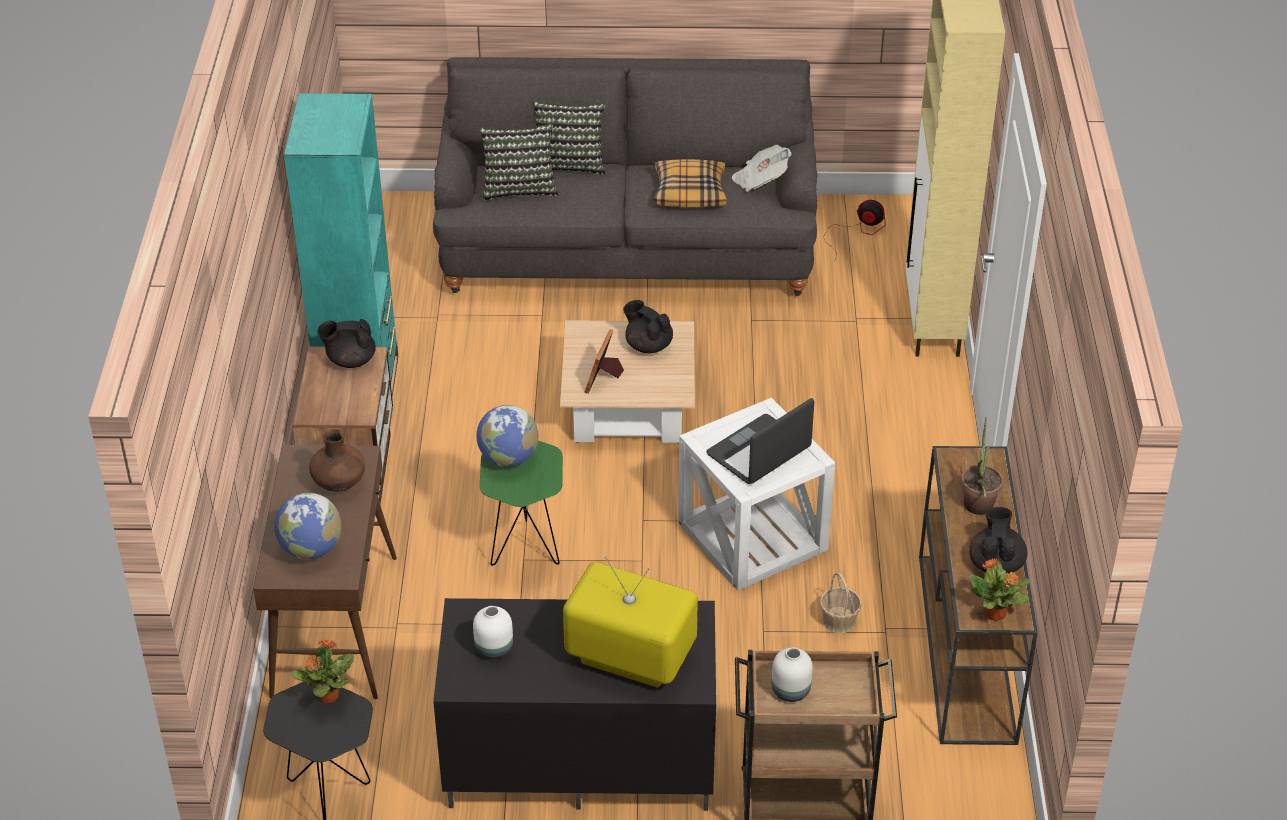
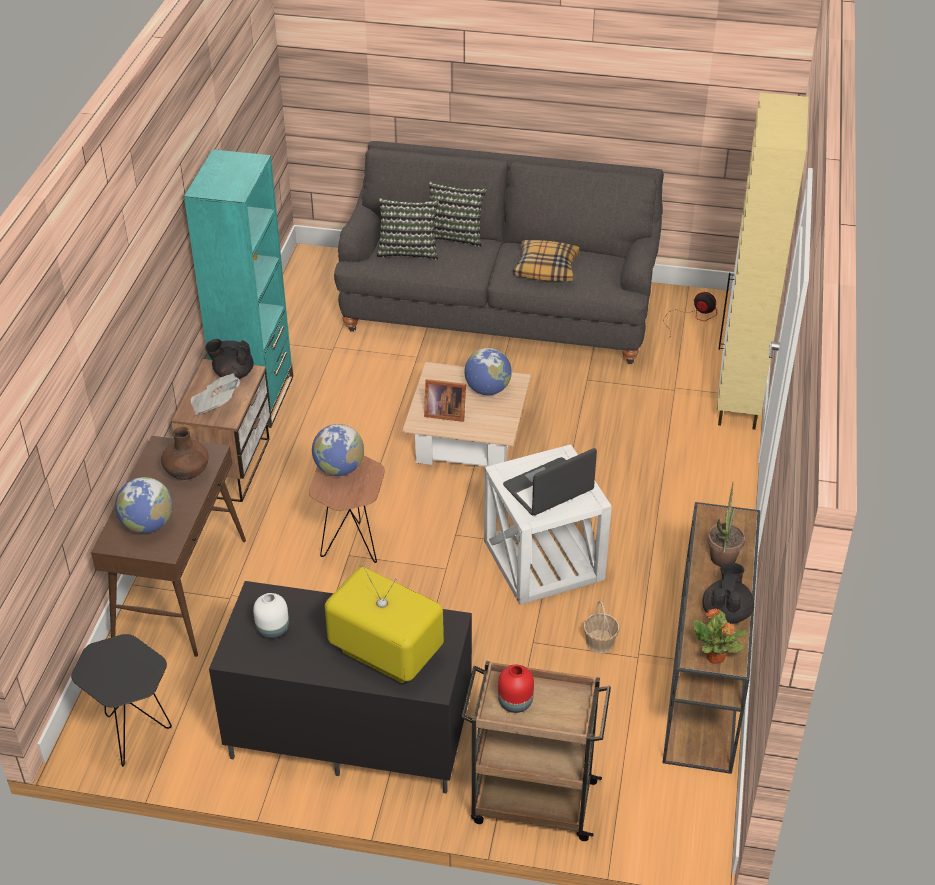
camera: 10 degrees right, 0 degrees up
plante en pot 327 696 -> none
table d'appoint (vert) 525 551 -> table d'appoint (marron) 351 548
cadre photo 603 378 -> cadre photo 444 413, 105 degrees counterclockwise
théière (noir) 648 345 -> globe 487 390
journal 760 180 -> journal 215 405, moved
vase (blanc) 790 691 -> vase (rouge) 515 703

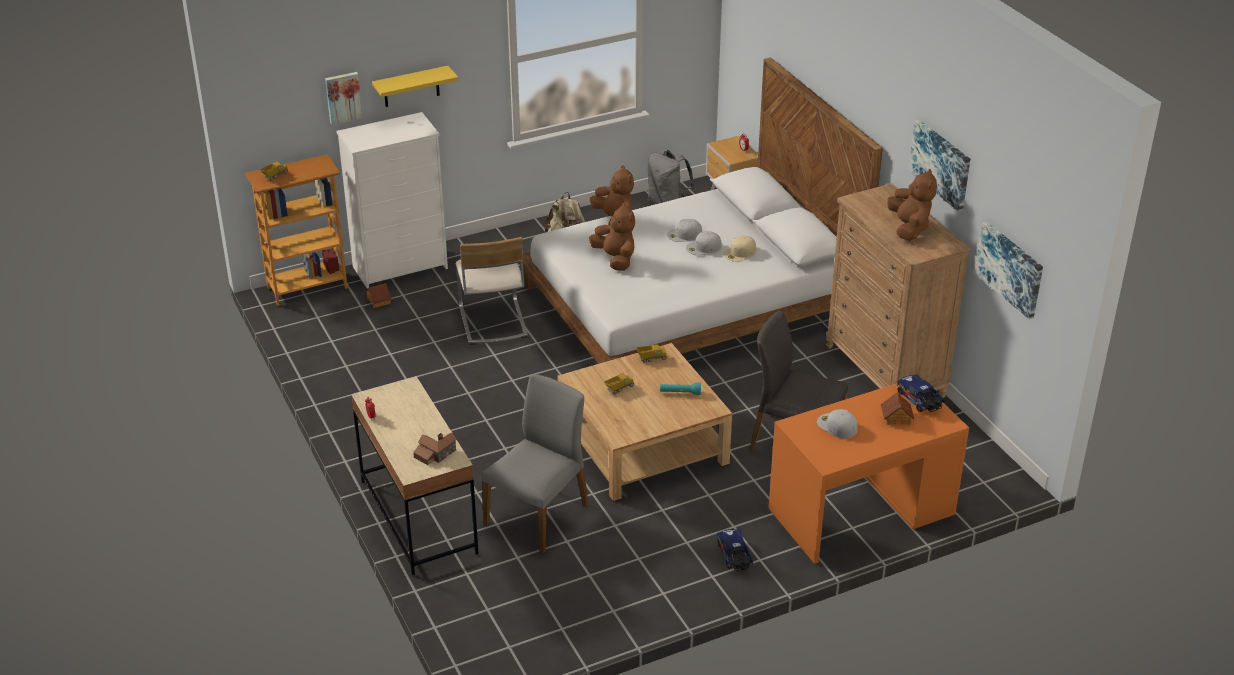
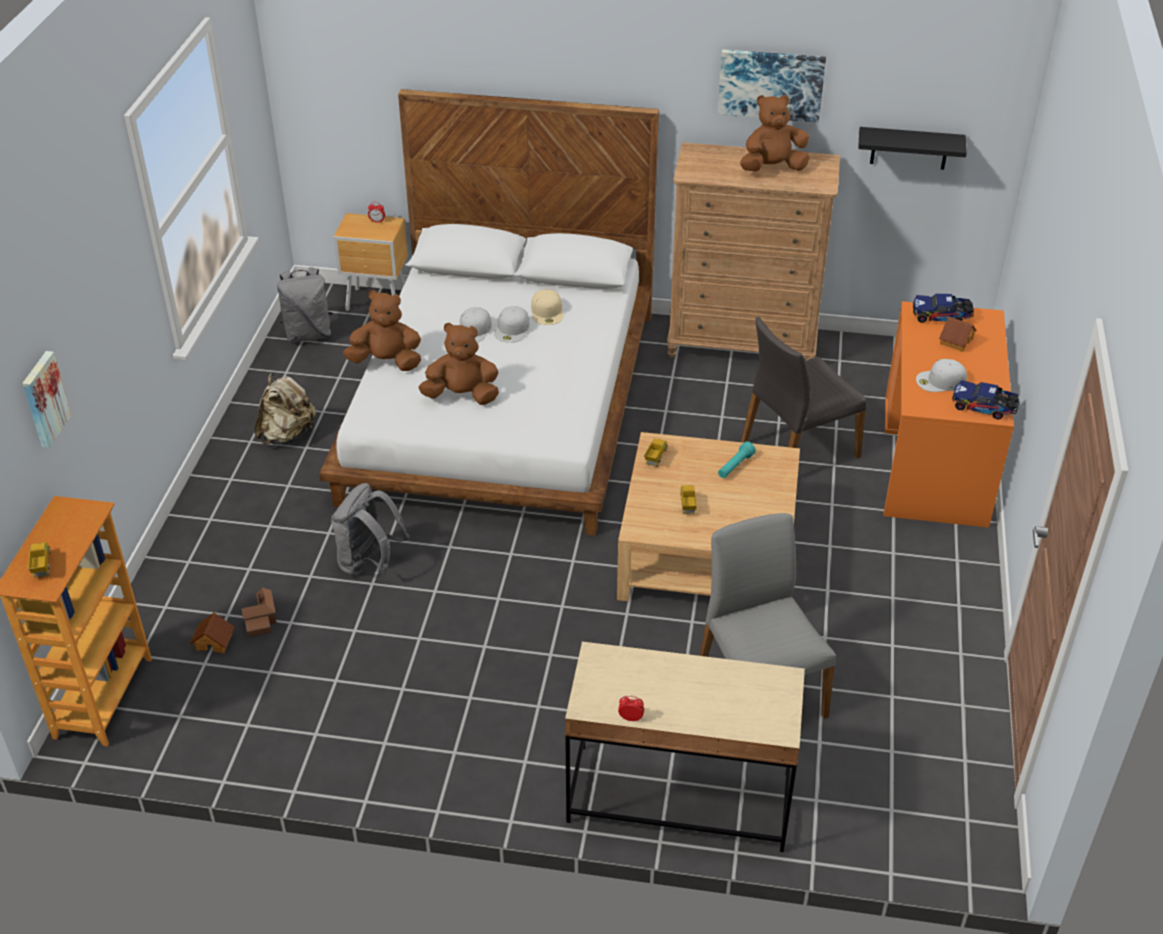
camera: 55 degrees left, 5 degrees up
commode (blanc) 401 267 -> none
étagère (jaune) 411 87 -> none
maison miniature 435 454 -> maison miniature 261 619, moved
chaise (beige) 492 321 -> sac à dos (gris) 369 563
camion jouet 734 557 -> camion jouet 984 408, moved
peluche (marron) 909 228 -> peluche (marron) 772 168, 45 degrees counterclockwise
tableau 1010 269 -> étagère (noir) 909 148

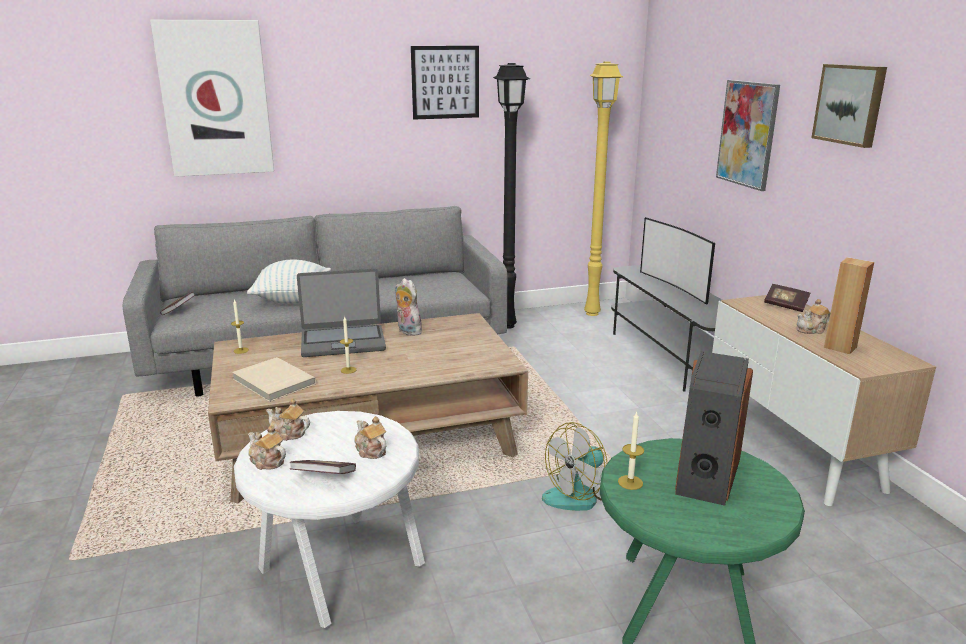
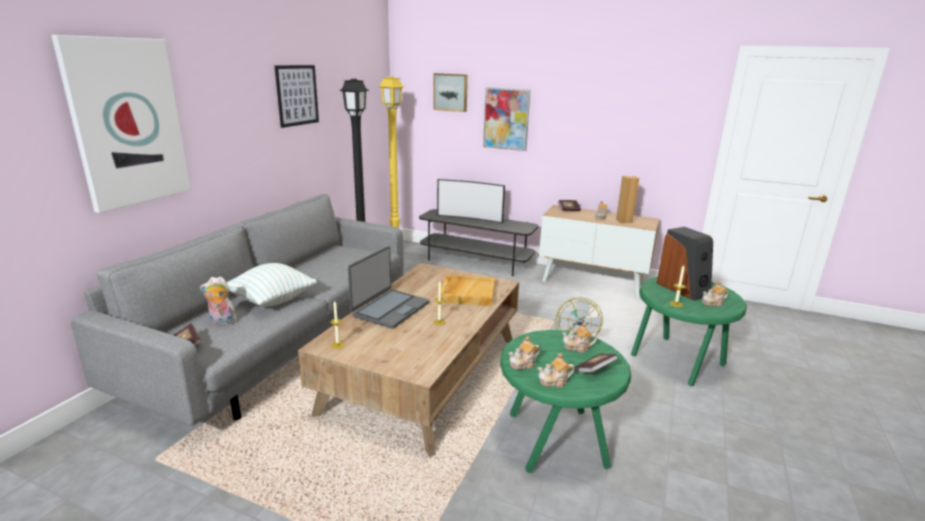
camera: 50 degrees left, 0 degrees up
livre (beige) 273 382 -> none
table d'appoint (blanc) 338 569 -> table d'appoint (vert) 556 441
peluche 407 331 -> peluche 222 322, moved
tableau 850 104 -> tableau 451 92, moved
none -> plateau (beige) 467 292
none -> théière 713 303

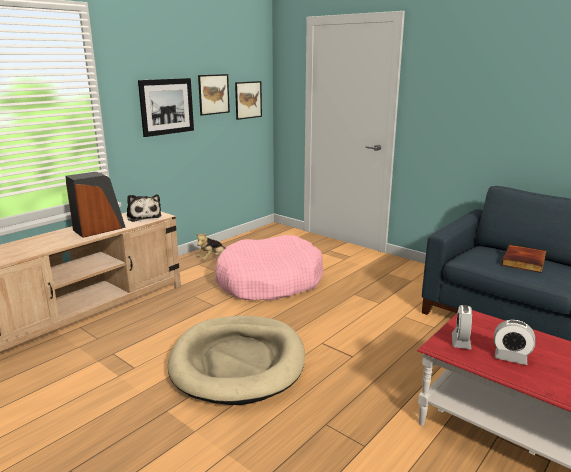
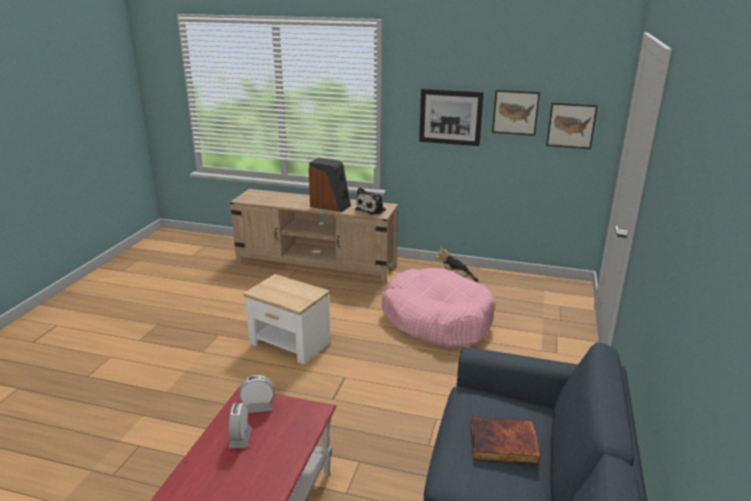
camera: 65 degrees right, 5 degrees up
panier pour chien (beige) 238 362 -> table d'appoint 289 344

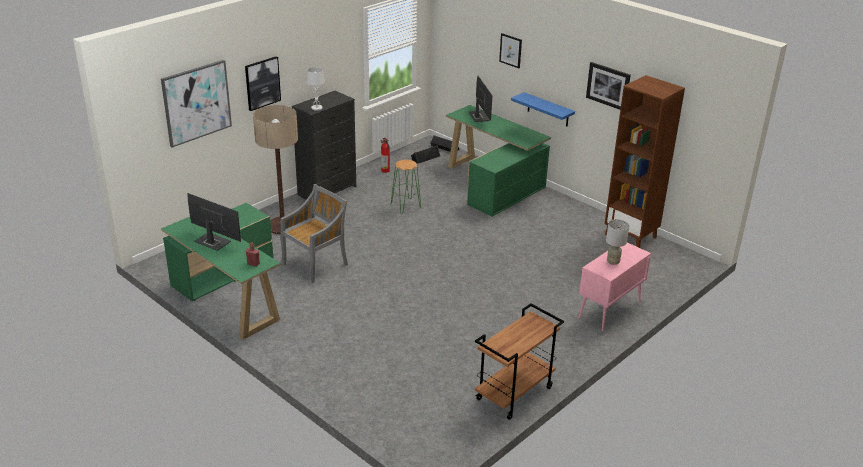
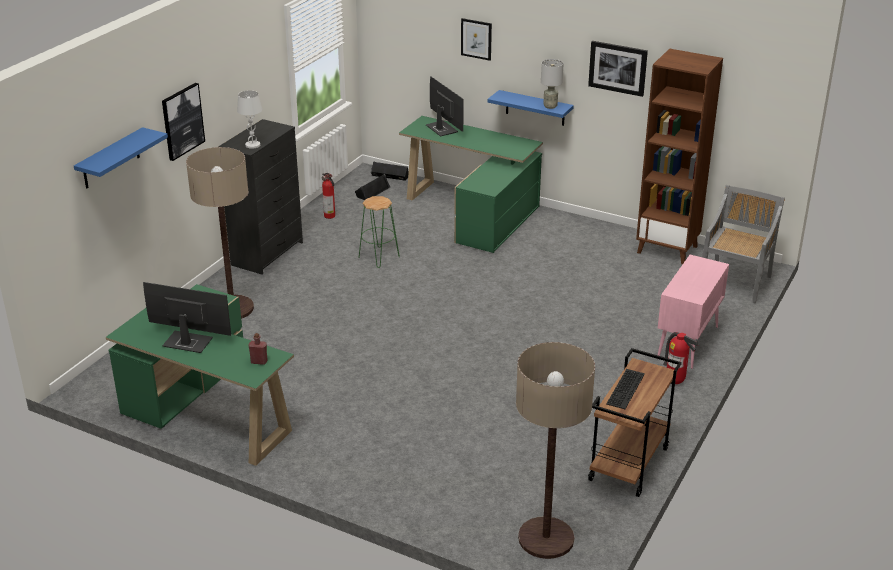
camera: 15 degrees left, 0 degrees up
tableau 196 102 -> étagère (bleu) 111 159
chaise (gris) 316 264 -> chaise (gris) 735 282, moved
lampe de table (gris) 613 261 -> lampe de table (gris) 550 106, moved
none -> lampadaire 546 538
none -> clavier 626 389
none -> extincteur 675 382

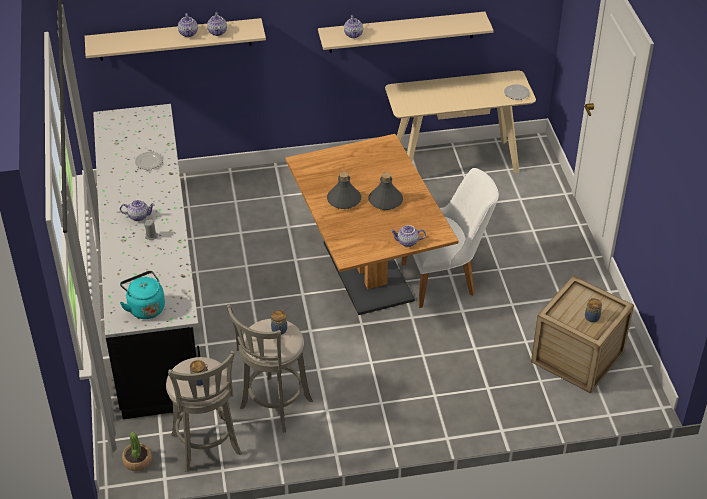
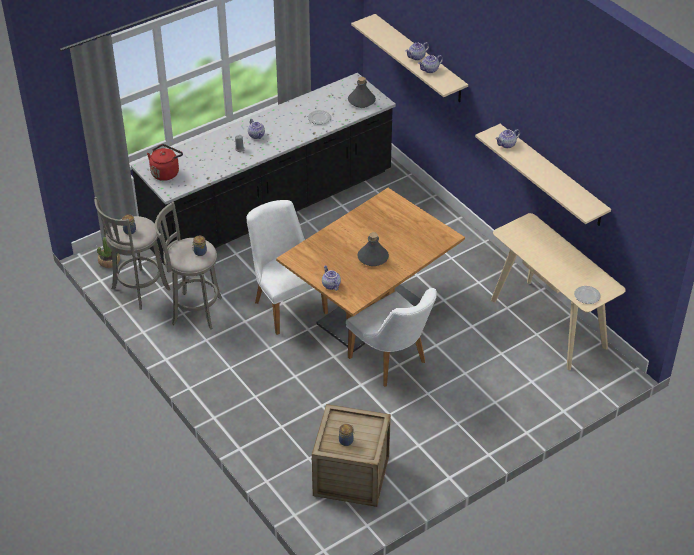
camera: 65 degrees right, 0 degrees up
bouilloire (turquoise) 145 307 -> bouilloire (rouge) 166 172
bouteille (gris) 344 200 -> bouteille (gris) 361 101, moved
none -> chaise (blanc) 286 303

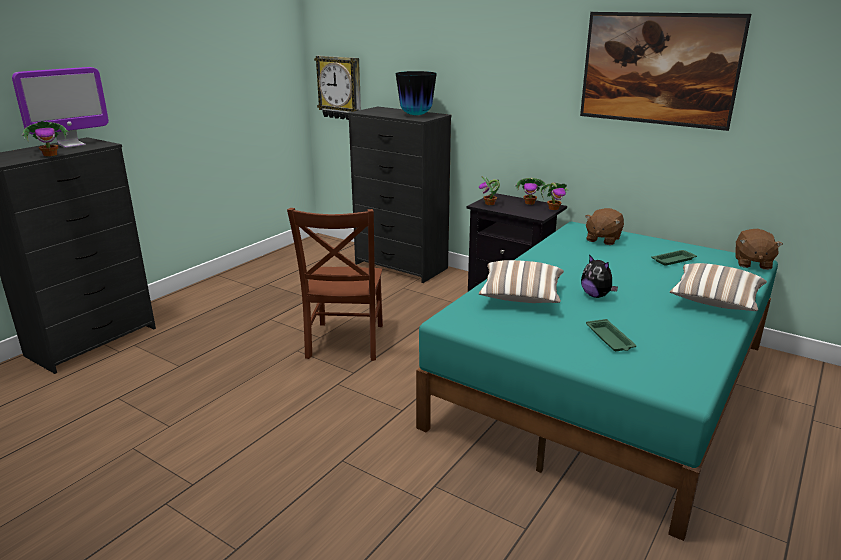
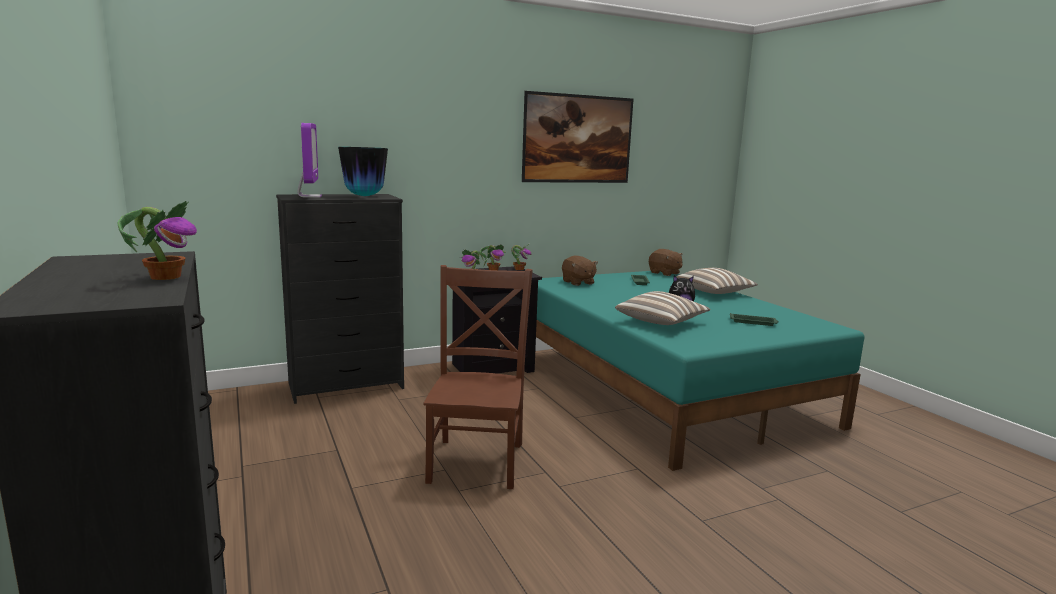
camera: 60 degrees left, 10 degrees down
écran d'ordinateur 71 145 -> écran d'ordinateur 310 196, moved
chaise (marron) 345 343 -> chaise (marron) 477 460, 120 degrees counterclockwise
horloge murale 340 88 -> none

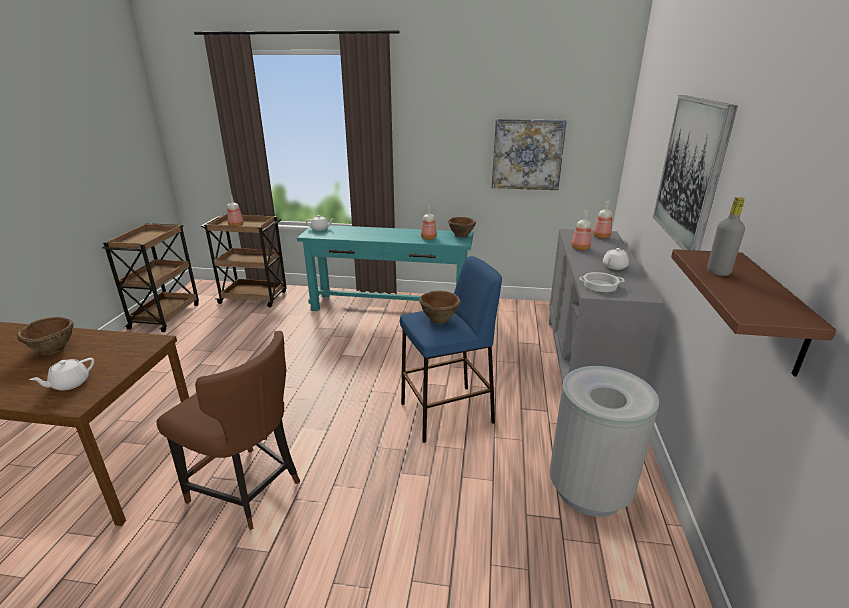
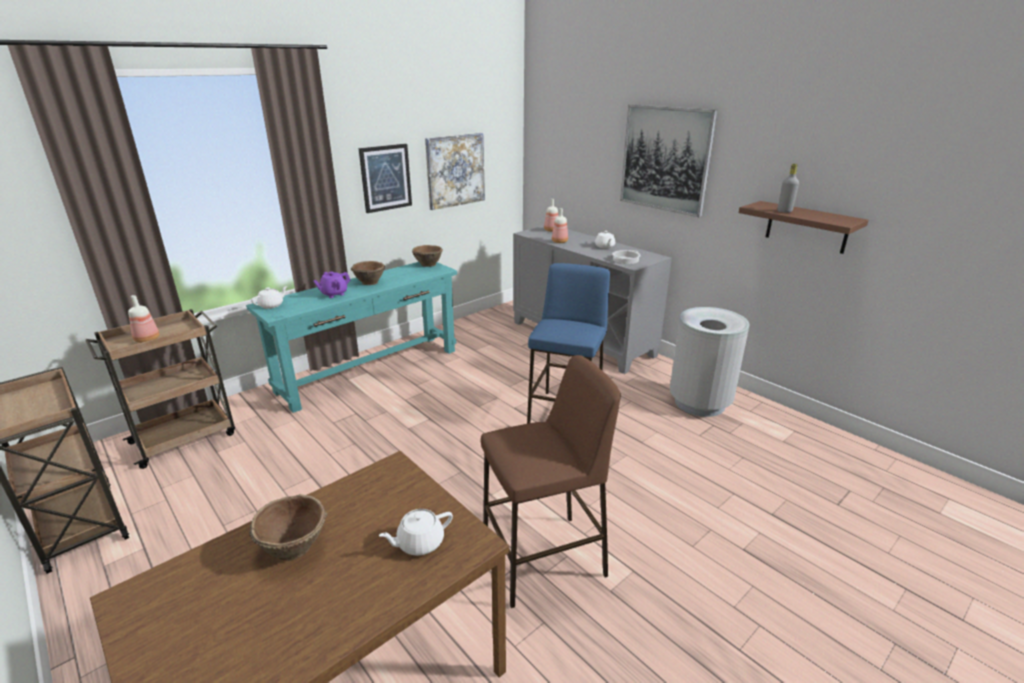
camera: 50 degrees left, 0 degrees up
théière (blanc) 69 384 -> théière (blanc) 419 543, 75 degrees clockwise
chaise (marron) 248 490 -> tabouret (marron) 544 558
bol (marron) 439 318 -> bol (marron) 369 282, moved
bouteille 428 238 -> none
none -> théière (violet) 334 294
none -> tableau 385 178

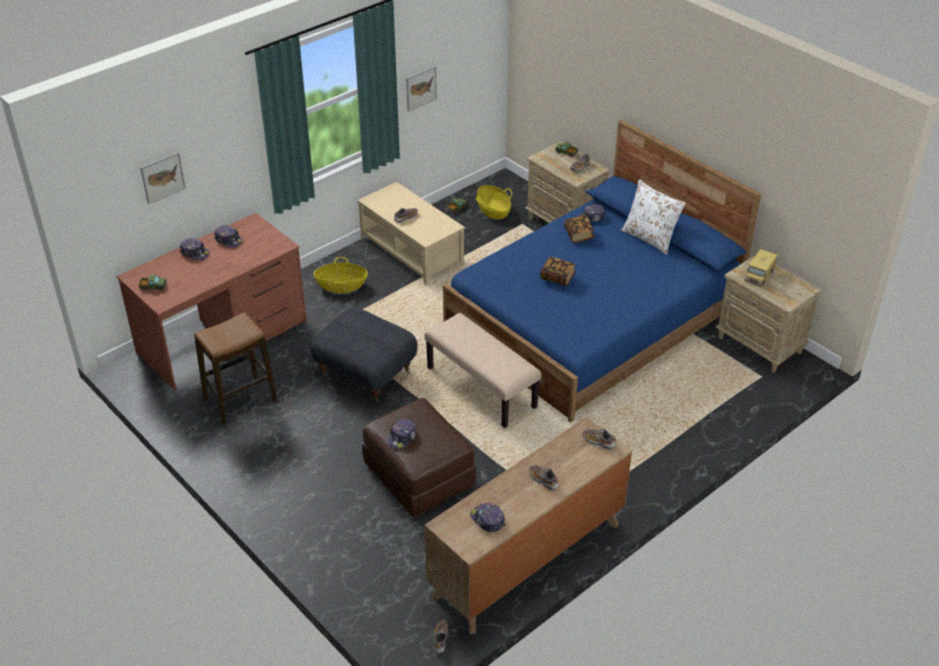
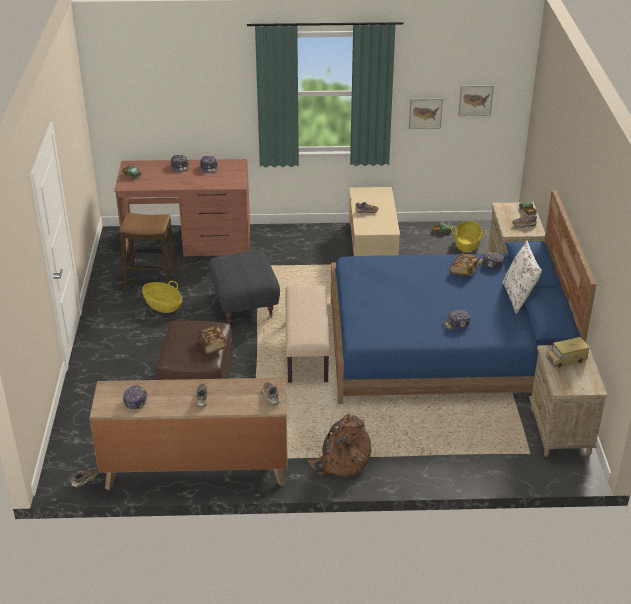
camera: 40 degrees right, 5 degrees down
tableau 162 177 -> tableau 475 100, moved
panier 341 286 -> panier 163 305, moved
casquette 402 437 -> casquette 456 324, moved
livre 557 277 -> livre 212 345, moved
none -> sac à dos (marron) 342 461

